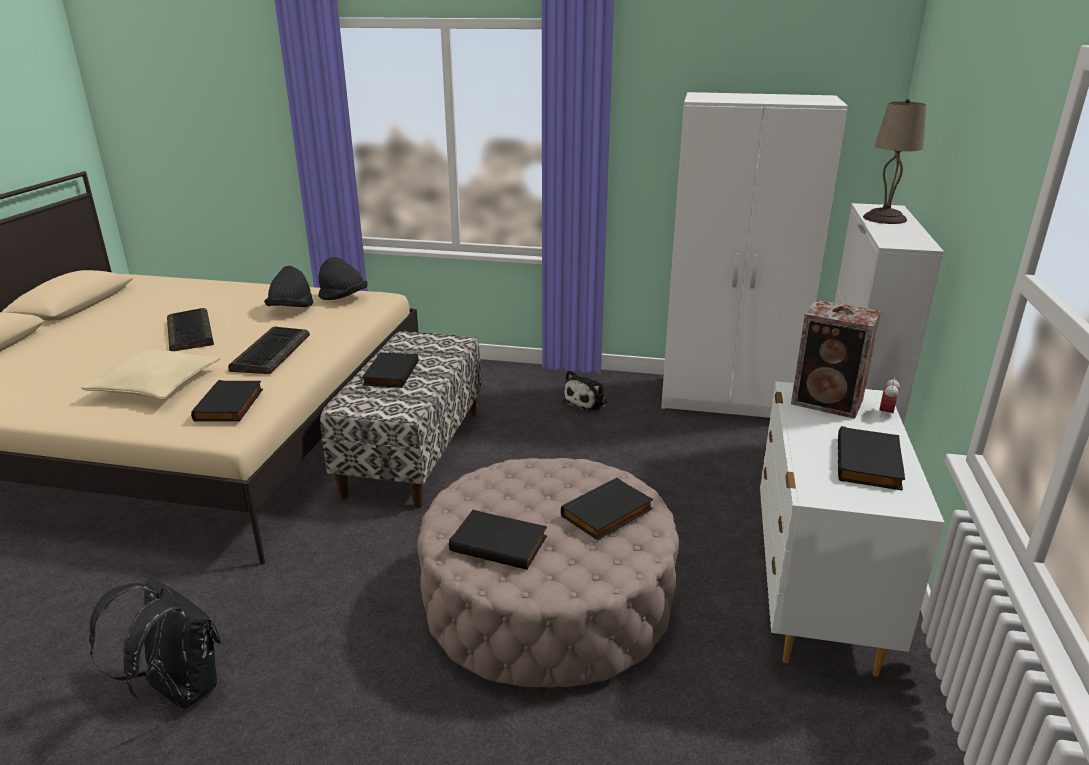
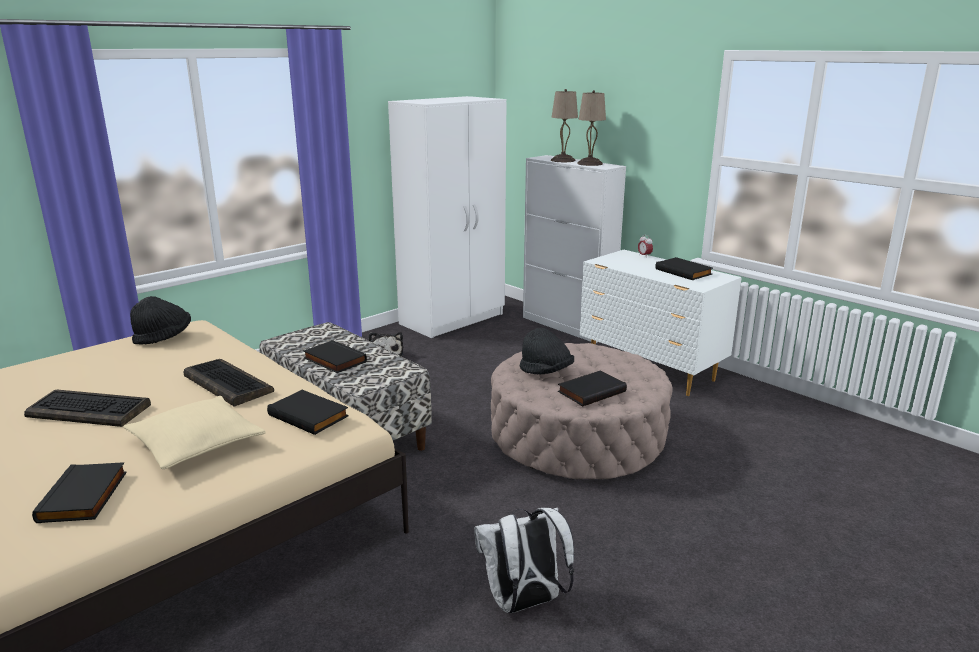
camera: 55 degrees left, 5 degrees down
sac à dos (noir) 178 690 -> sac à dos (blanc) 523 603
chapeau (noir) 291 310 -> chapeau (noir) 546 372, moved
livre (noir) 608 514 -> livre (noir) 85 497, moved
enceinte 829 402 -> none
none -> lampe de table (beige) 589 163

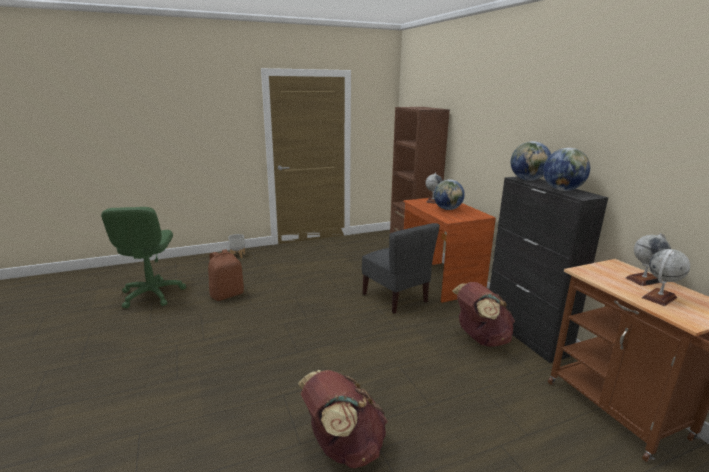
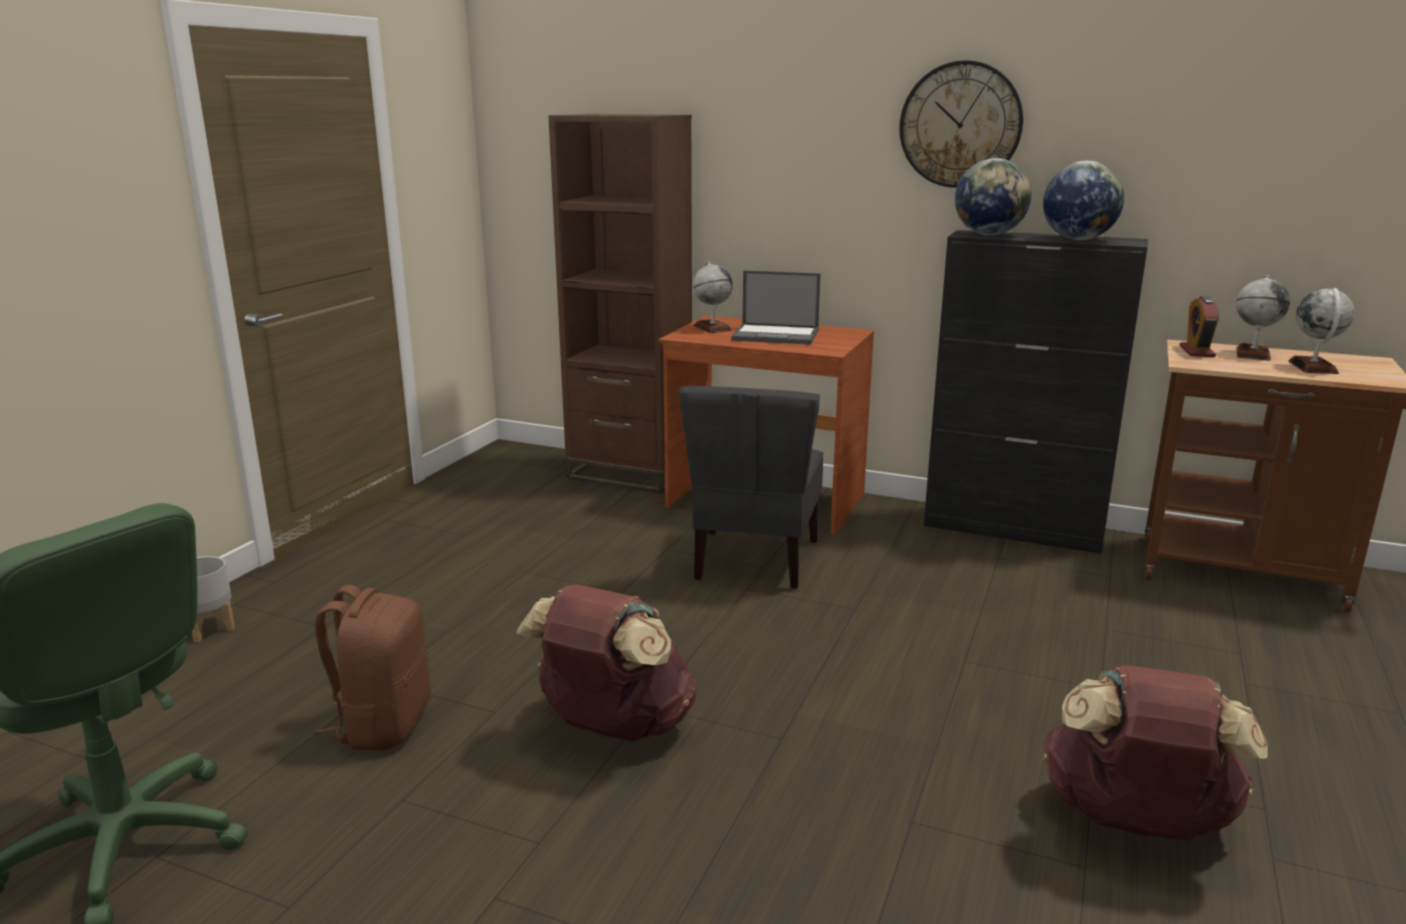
camera: 45 degrees left, 0 degrees up
chaise (gris) 395 298 -> chaise (gris) 754 560, 90 degrees clockwise
globe 447 209 -> ordinateur portable 777 335
sac à dos (marron) 480 339 -> sac à dos (marron) 613 727, moved
none -> horloge murale 960 125
none -> réveil 1196 351

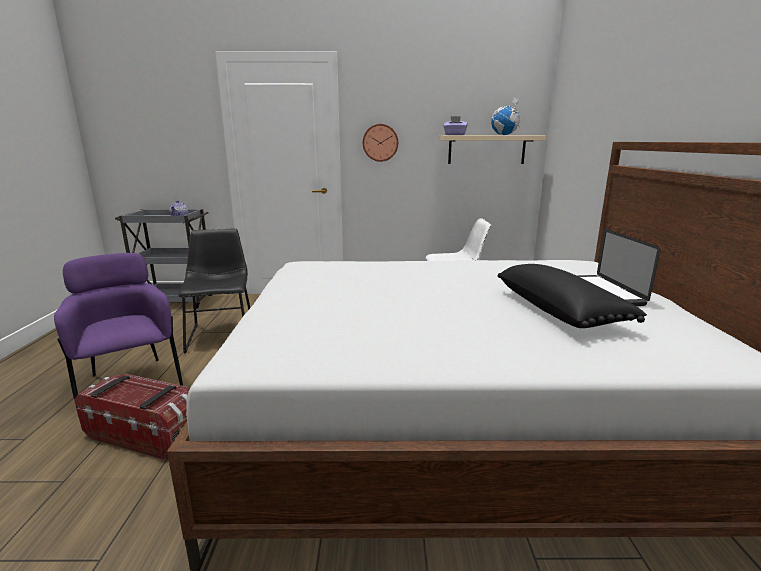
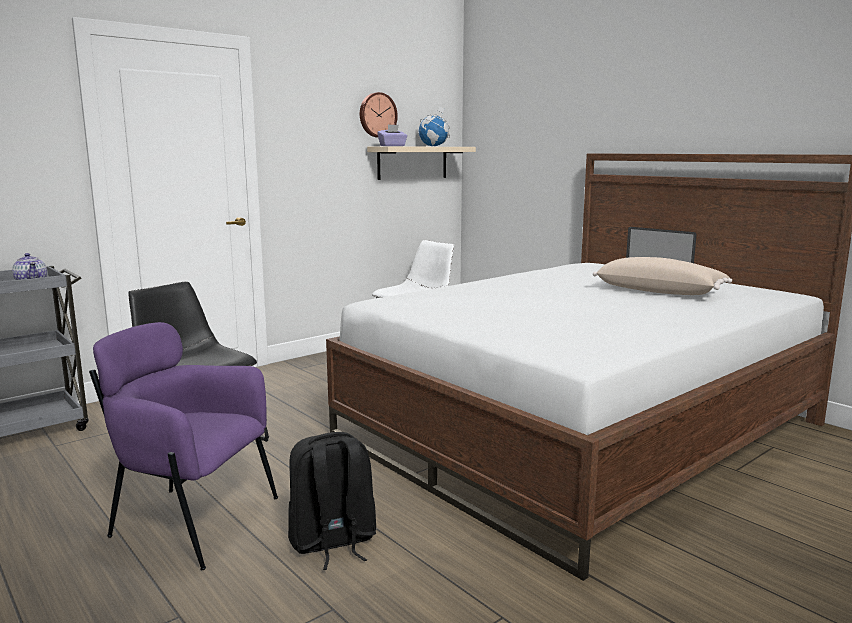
camera: 40 degrees left, 5 degrees down
boîte de rangement 146 434 -> sac à dos (noir) 332 542
horloge murale 380 142 -> horloge murale 377 115, moved
coussin (noir) 560 311 -> coussin (beige) 659 291

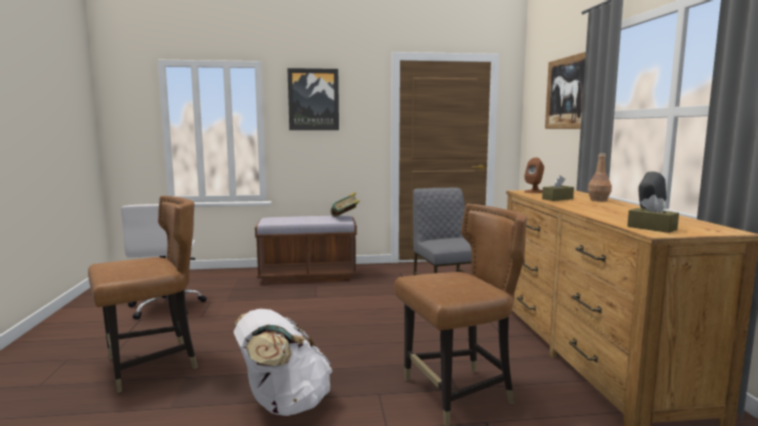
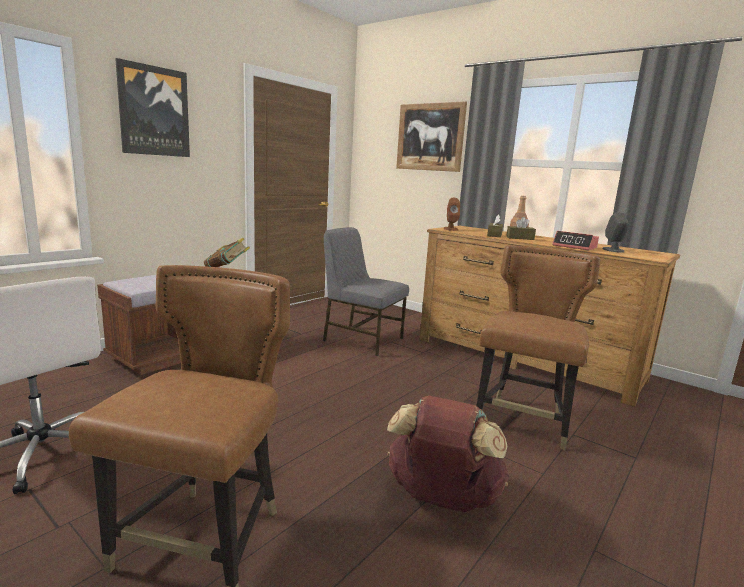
camera: 45 degrees left, 5 degrees up
sac à dos (blanc) 283 405 -> sac à dos (marron) 441 499
boîte à mouchoirs (marron) 651 228 -> boîte à mouchoirs (marron) 520 238, moved
none -> réveil 574 247

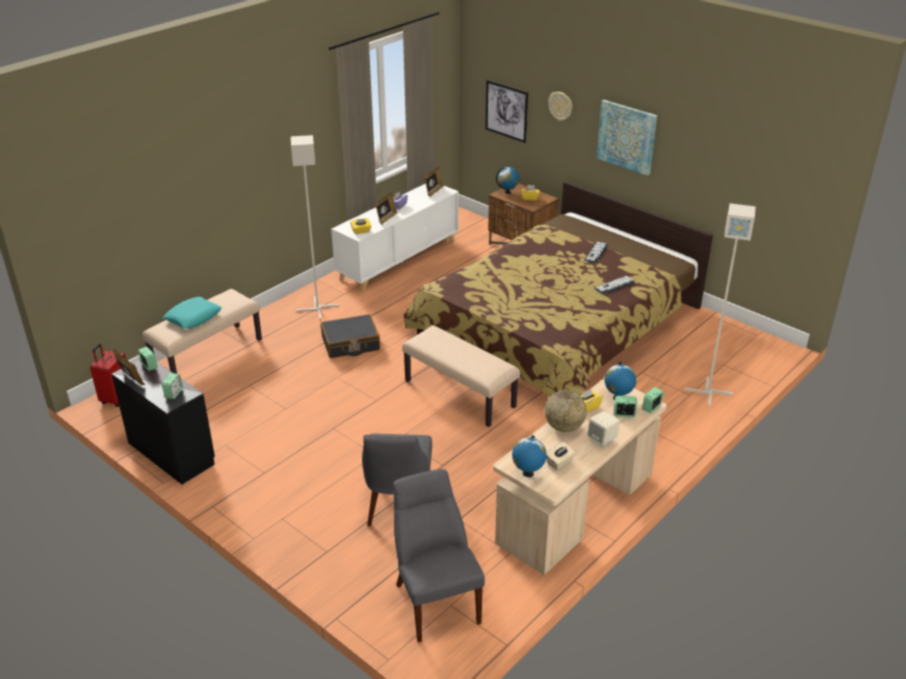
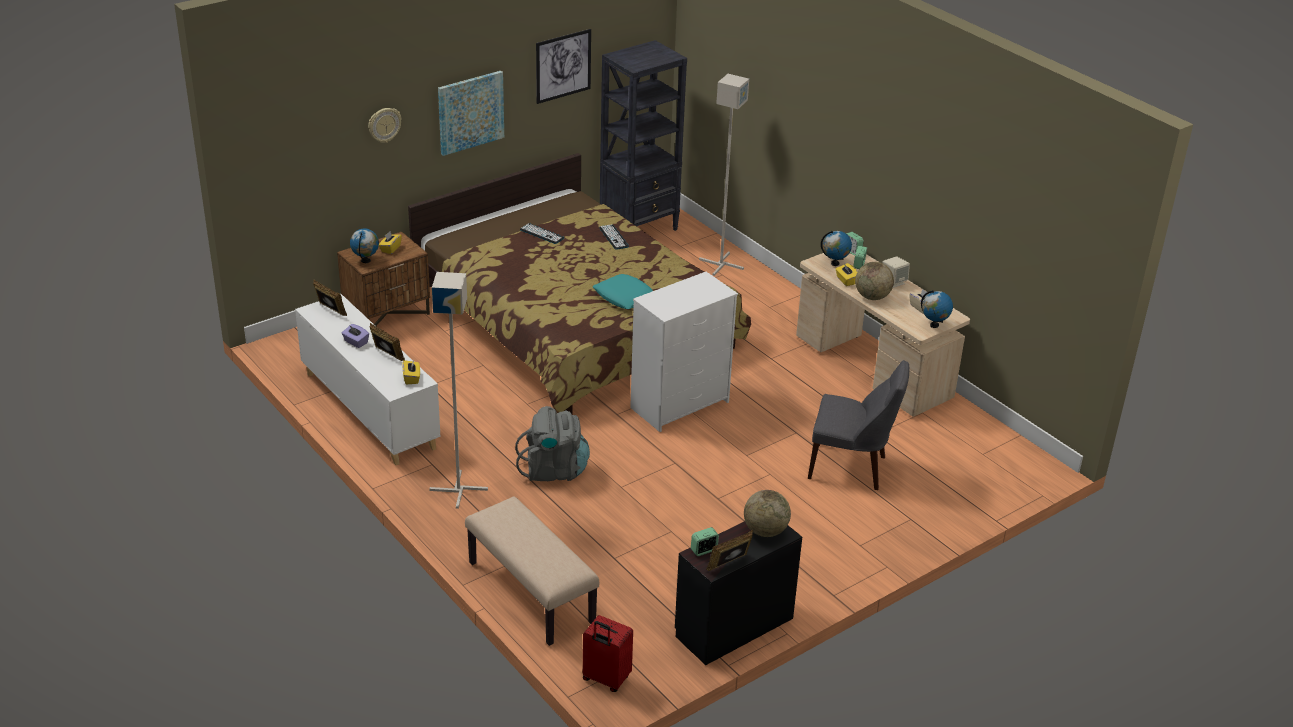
camera: 80 degrees left, 0 degrees up
réveil 173 393 -> globe 765 531
coussin (turquoise) 193 317 -> coussin (turquoise) 624 296, moved
valise (noir) 350 344 -> sac à dos (gris) 554 470
chaise (gris) 435 600 -> none
banc (beige) 460 394 -> commode (blanc) 680 404
tableau 506 111 -> tableau 563 66, moved
none -> bibliothèque (noir) 639 228

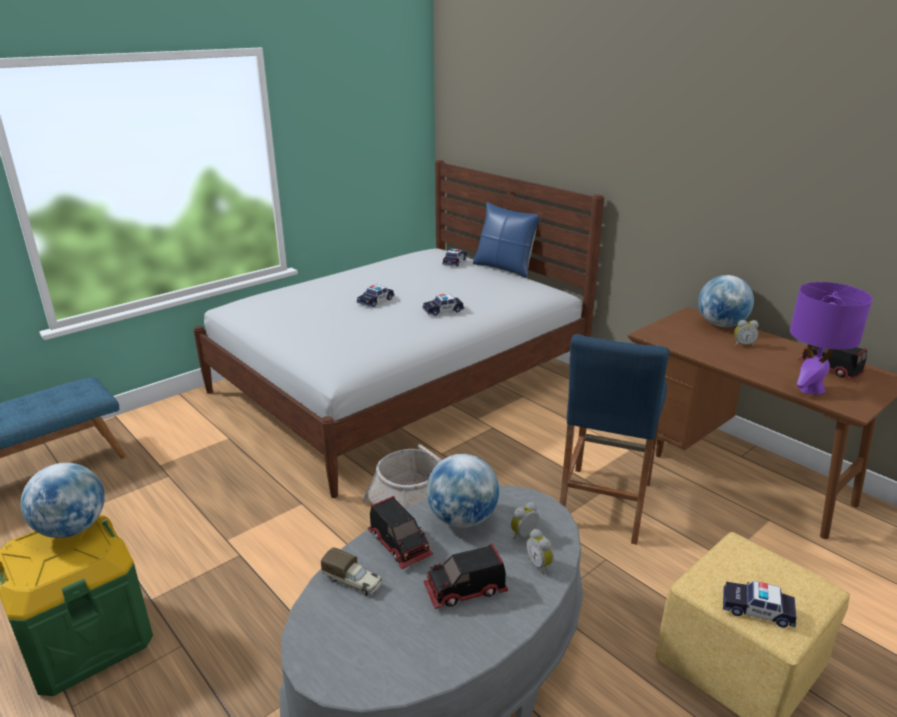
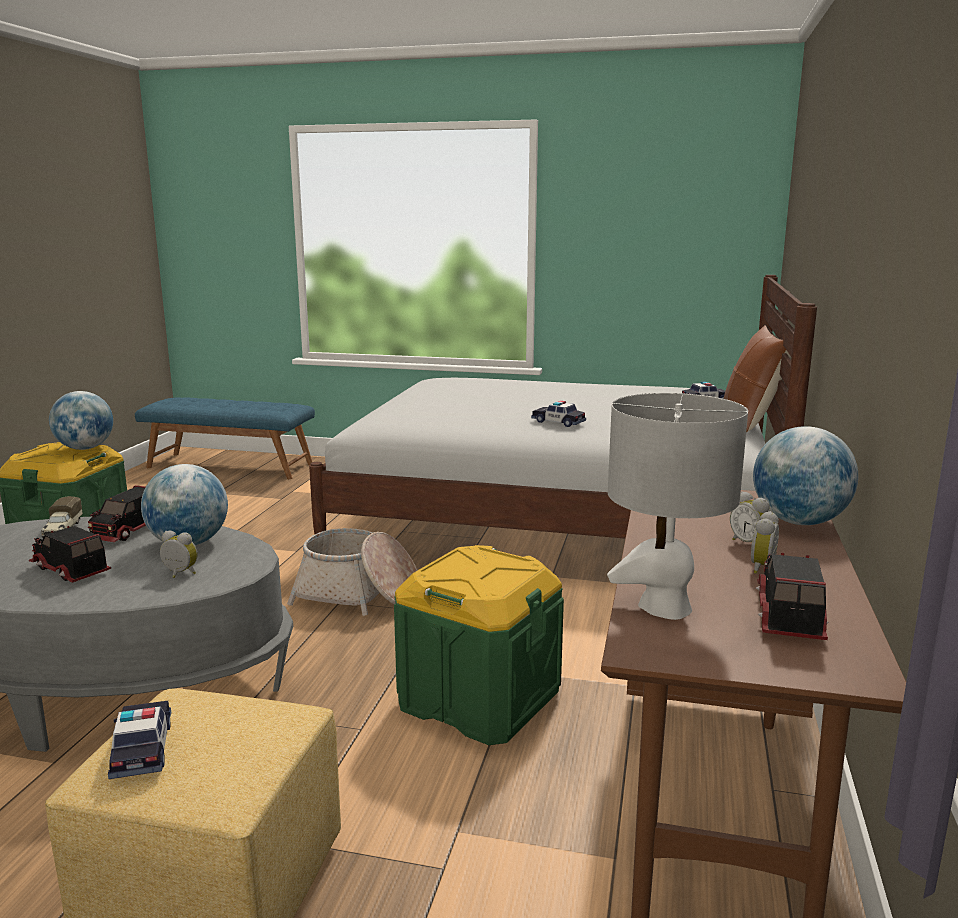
camera: 55 degrees right, 10 degrees down
petite voiture 375 301 -> none
coussin (bleu) 505 268 -> coussin (marron) 750 420
réveil 540 565 -> réveil 765 568, moved
tabouret (bleu) 604 503 -> boîte de rangement (vert) 478 698
lampe de table (violet) 810 389 -> lampe de table (gris) 664 607

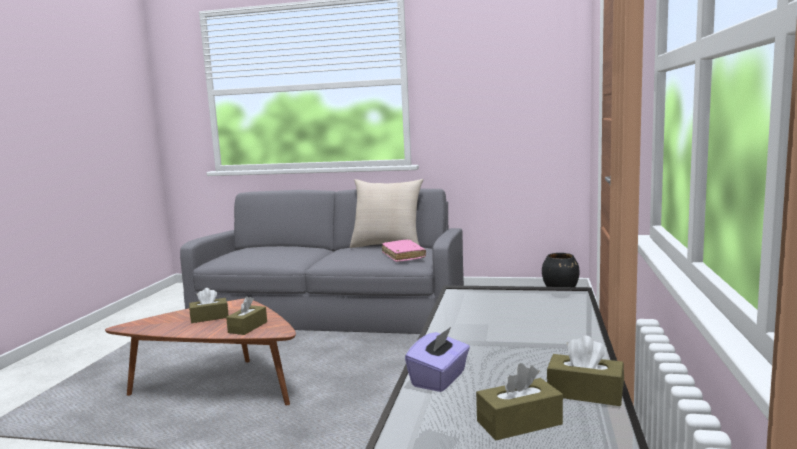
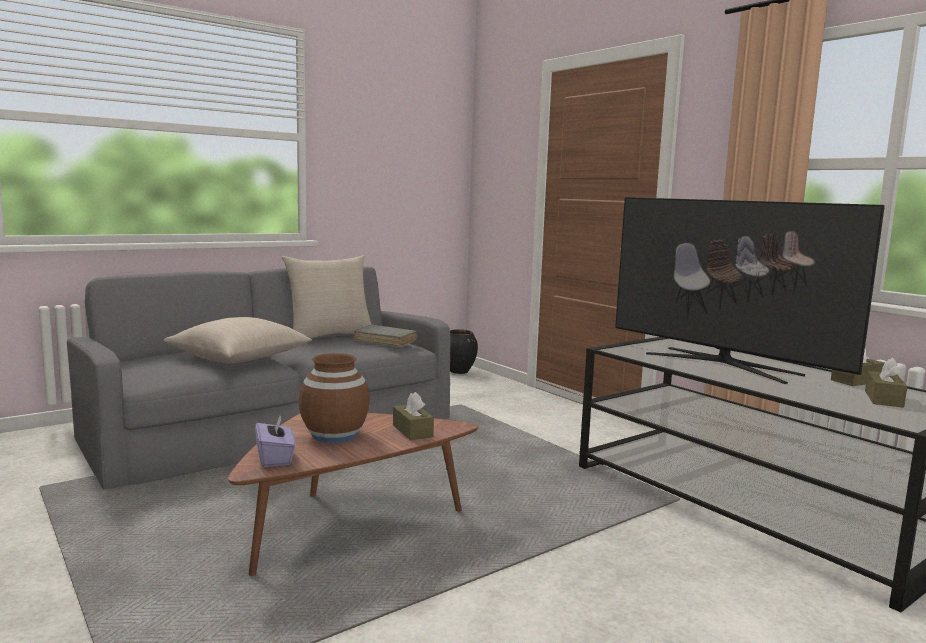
camera: 50 degrees left, 0 degrees up
boîte à mouchoirs (marron) 209 317 -> vase (marron) 334 435
livre (rose) 403 256 -> livre (gris) 385 342
boîte à mouchoirs (violet) 439 379 -> boîte à mouchoirs (violet) 275 458, moved
none -> coussin (beige) 239 359
none -> téléviseur 721 364

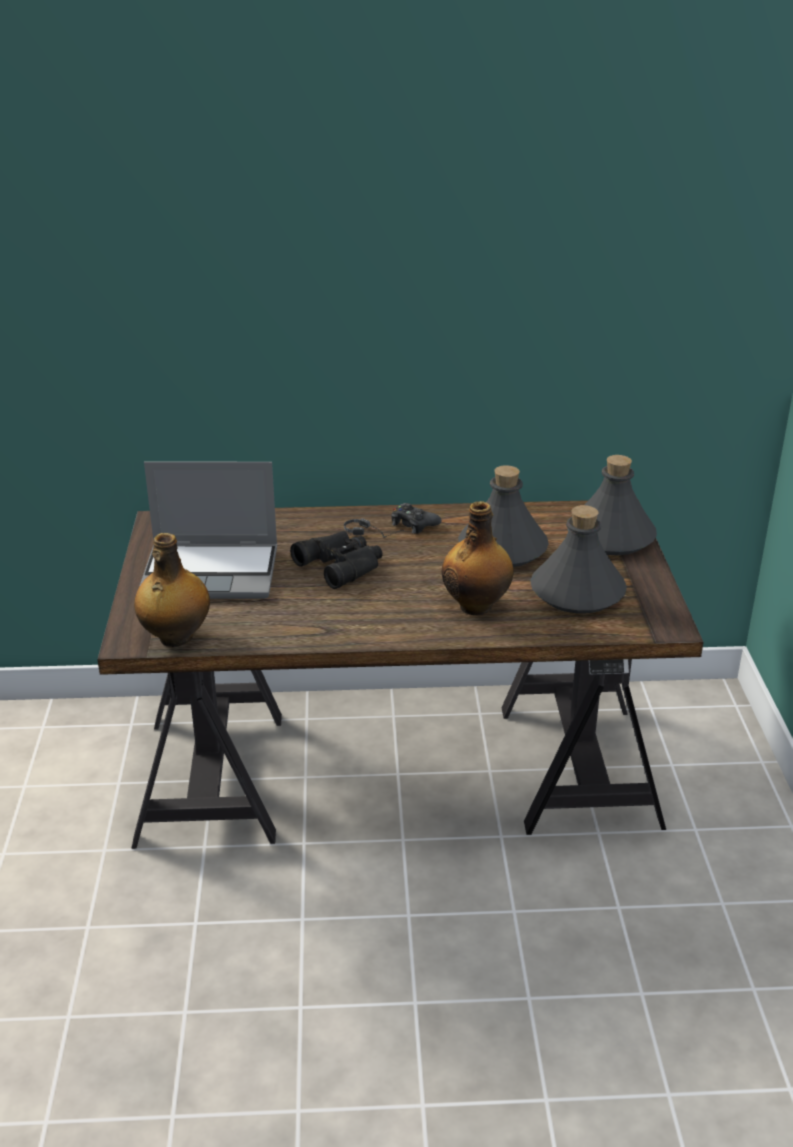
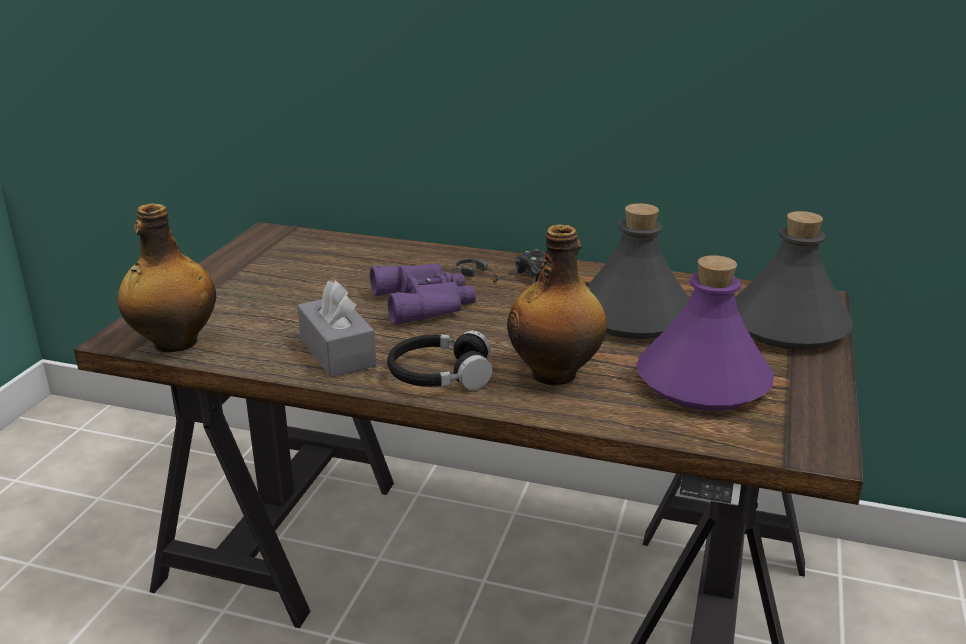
camera: 20 degrees right, 5 degrees down
ordinateur portable 212 572 -> none
jumelles (noir) 342 564 -> jumelles (violet) 426 302
bouteille (gris) 577 592 -> bouteille (violet) 703 382
none -> boîte à mouchoirs (gris) 337 352
none -> casque audio (noir) 439 375

